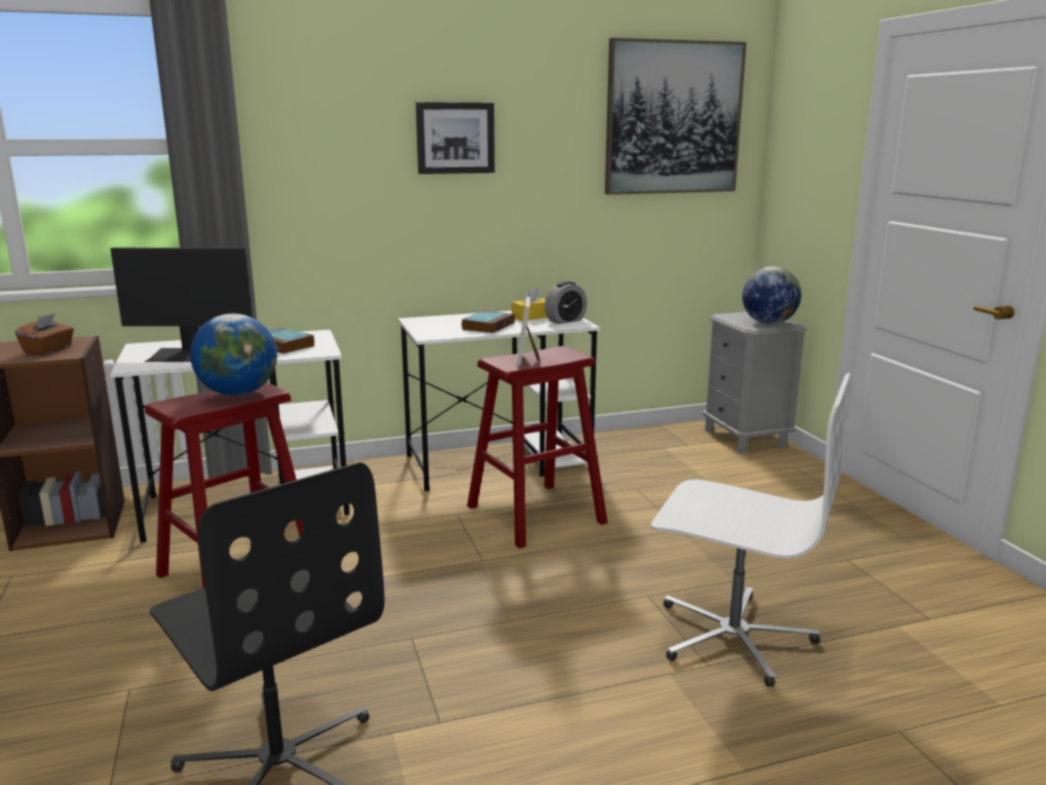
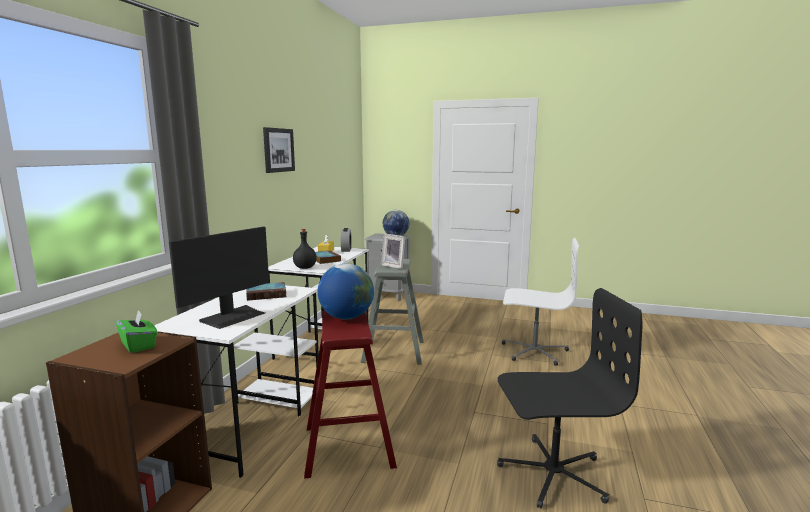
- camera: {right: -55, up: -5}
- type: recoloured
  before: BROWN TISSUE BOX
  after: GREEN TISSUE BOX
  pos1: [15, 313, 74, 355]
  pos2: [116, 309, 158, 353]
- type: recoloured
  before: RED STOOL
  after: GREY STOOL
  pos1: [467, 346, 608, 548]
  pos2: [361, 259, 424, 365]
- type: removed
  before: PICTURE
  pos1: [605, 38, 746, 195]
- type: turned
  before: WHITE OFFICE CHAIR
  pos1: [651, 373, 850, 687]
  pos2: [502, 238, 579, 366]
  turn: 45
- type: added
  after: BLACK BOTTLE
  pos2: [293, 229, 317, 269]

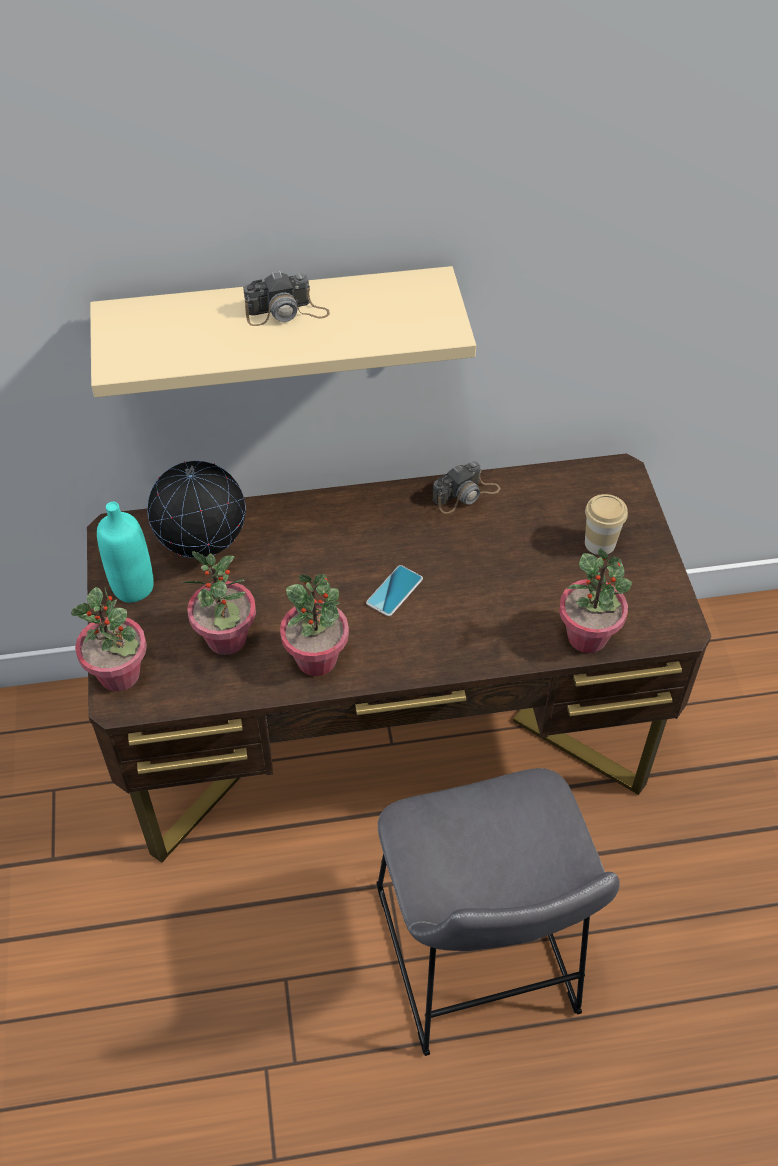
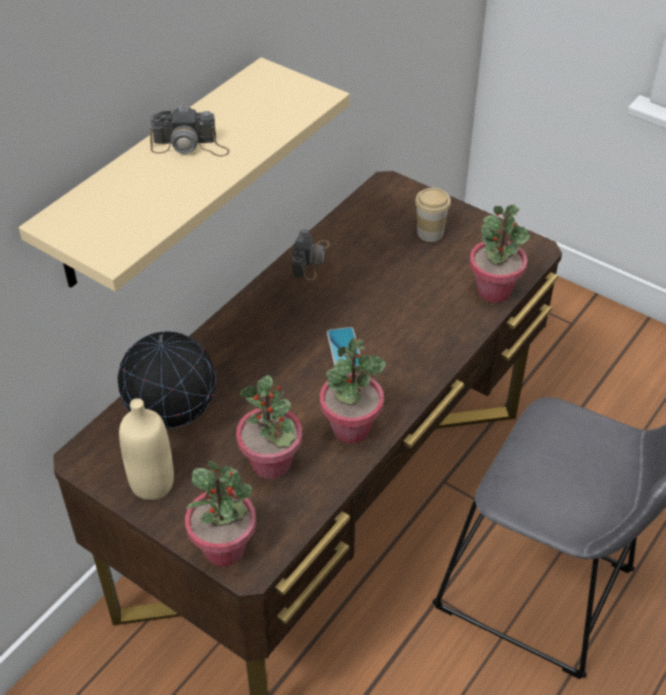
- camera: {right: -45, up: -5}
- type: recoloured
  before: TURQUOISE BOTTLE
  after: BEIGE BOTTLE
  pos1: [97, 502, 154, 603]
  pos2: [119, 399, 174, 500]
- type: turned
  before: PHOTO CAMERA
  pos1: [243, 271, 330, 326]
  pos2: [150, 105, 230, 157]
  turn: 60

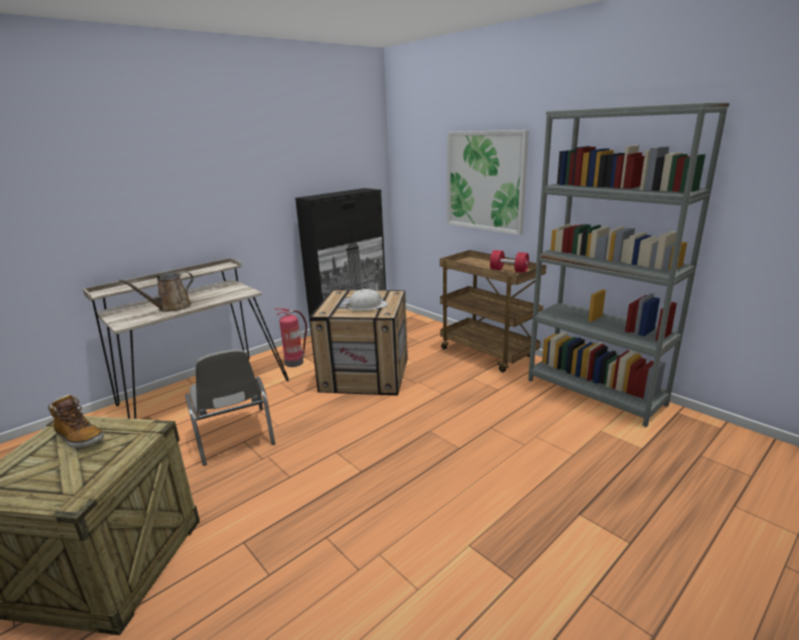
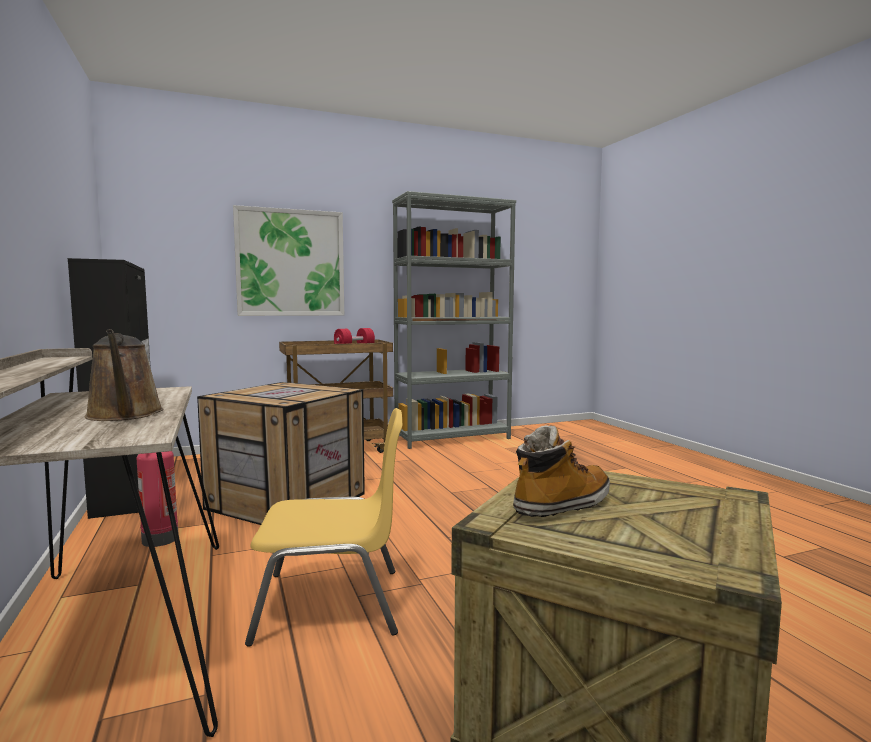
- camera: {right: -70, up: -15}
- type: recoloured
  before: GREY CHAIR
  after: YELLOW CHAIR
  pos1: [185, 349, 275, 466]
  pos2: [245, 408, 402, 646]
- type: removed
  before: WHITE HARD HAT
  pos1: [346, 289, 388, 311]

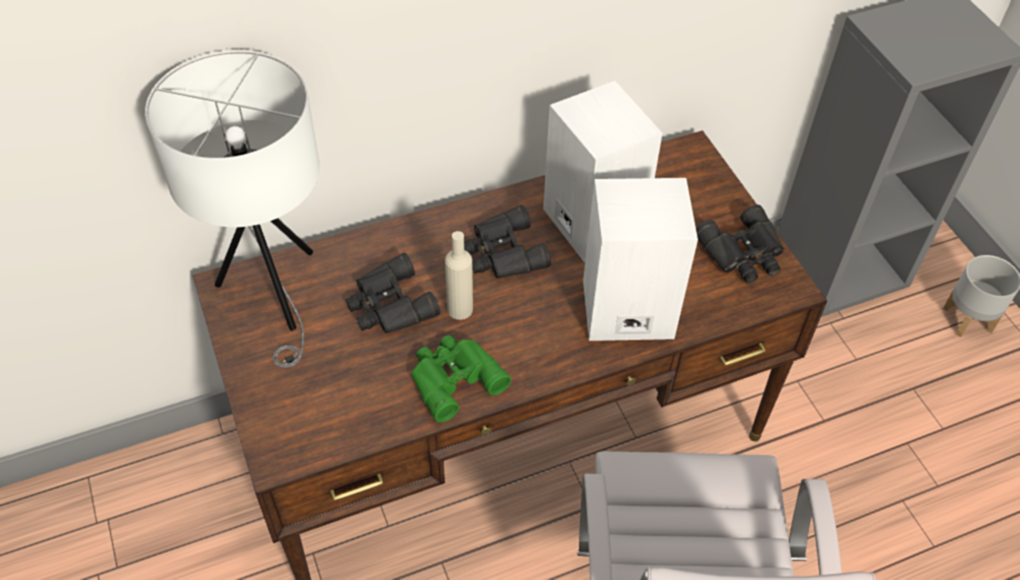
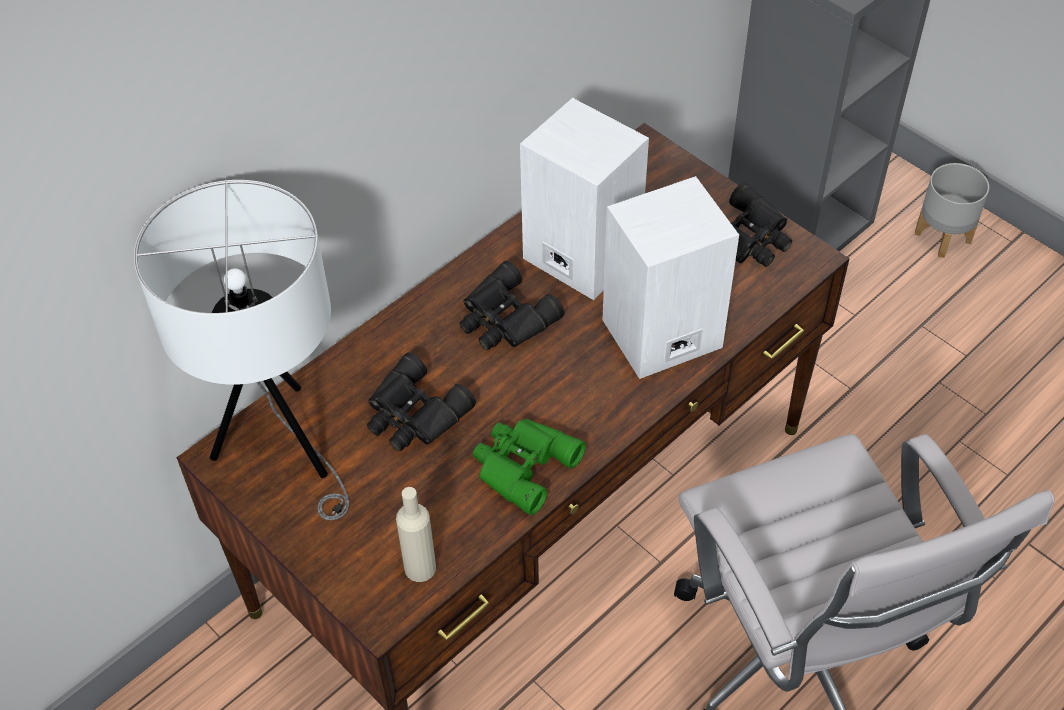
- camera: {right: -20, up: 0}
- type: moved
  before: BEIGE BOTTLE
  pos1: [445, 231, 473, 320]
  pos2: [396, 487, 436, 582]

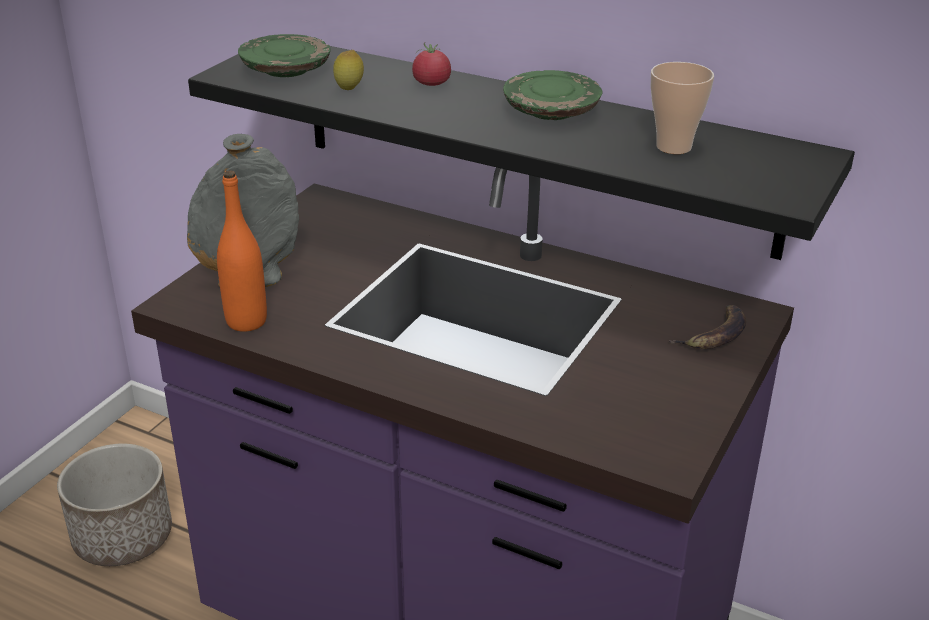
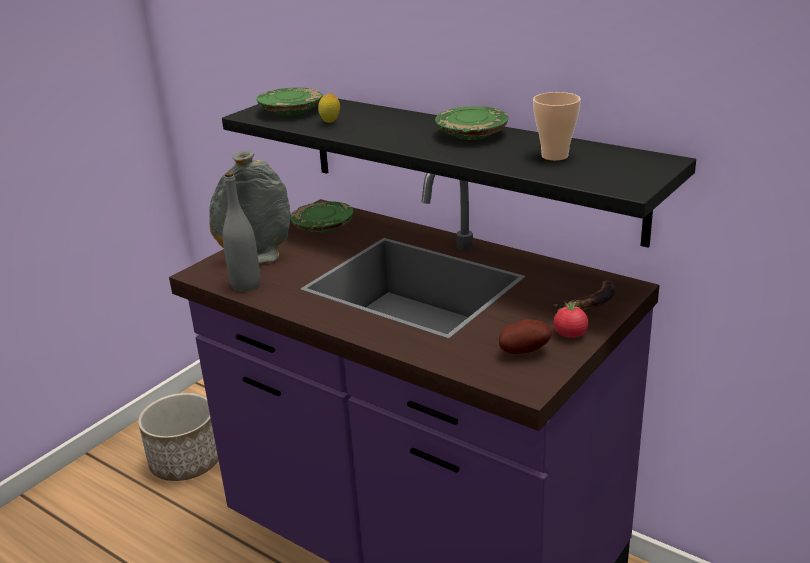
- camera: {right: 10, up: -5}
- type: recoloured
  before: ORANGE BOTTLE
  after: GREY BOTTLE
  pos1: [217, 170, 267, 332]
  pos2: [223, 172, 260, 292]
- type: moved
  before: TOMATO
  pos1: [412, 42, 451, 86]
  pos2: [554, 301, 588, 338]
- type: added
  after: GREEN PLATE
  pos2: [290, 201, 354, 233]
- type: added
  after: POTATO
  pos2: [499, 319, 552, 354]

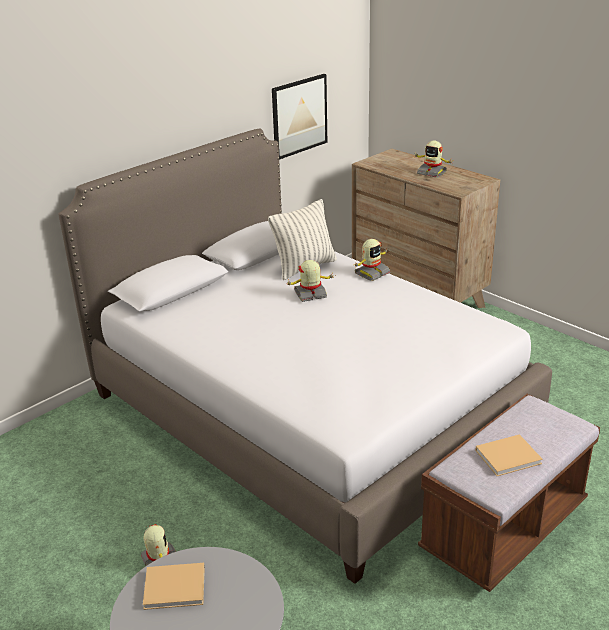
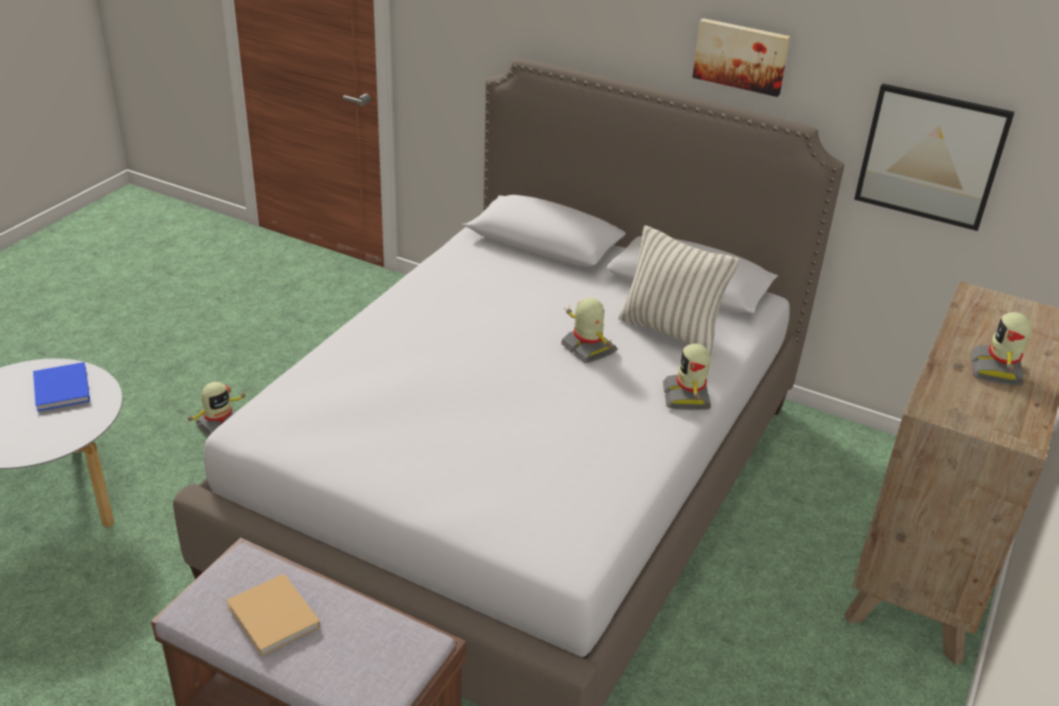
- camera: {right: 70, up: 5}
- type: recoloured
  before: BEIGE BOOK
  after: BLUE BOOK
  pos1: [143, 563, 205, 610]
  pos2: [33, 362, 90, 411]
- type: turned
  before: TOY ROBOT
  pos1: [354, 239, 391, 281]
  pos2: [663, 344, 711, 410]
  turn: 60
- type: added
  after: PICTURE
  pos2: [692, 18, 790, 97]

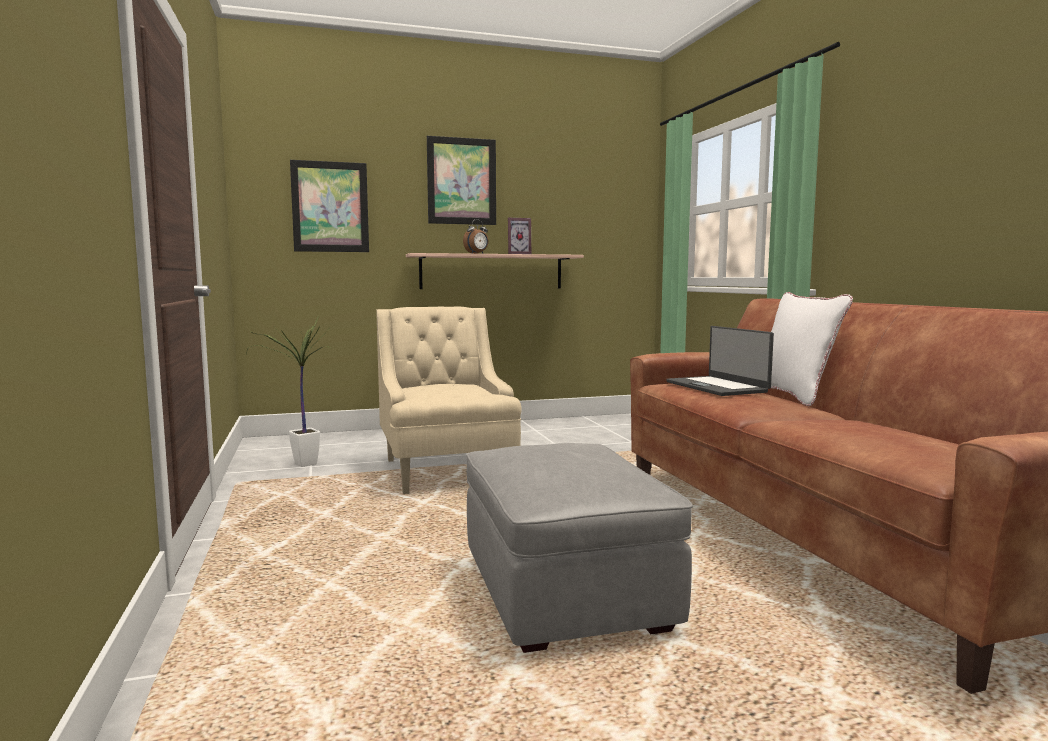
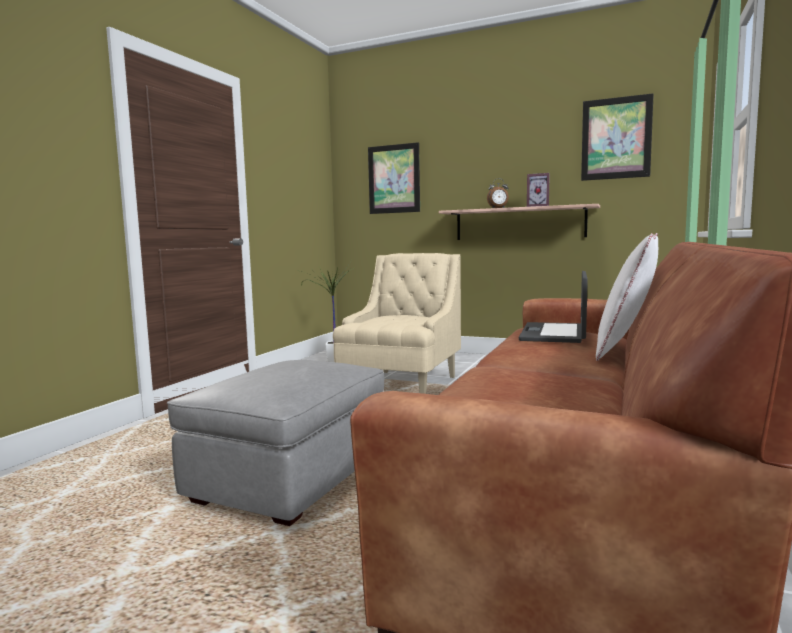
- camera: {right: 40, up: 0}
- type: moved
  before: PICTURE
  pos1: [427, 136, 496, 225]
  pos2: [581, 93, 654, 181]

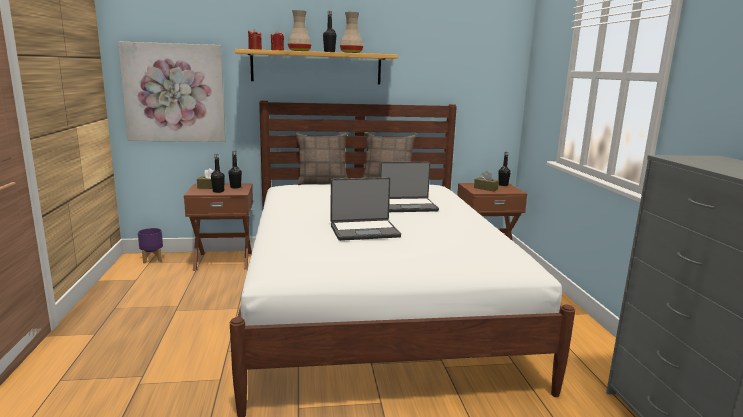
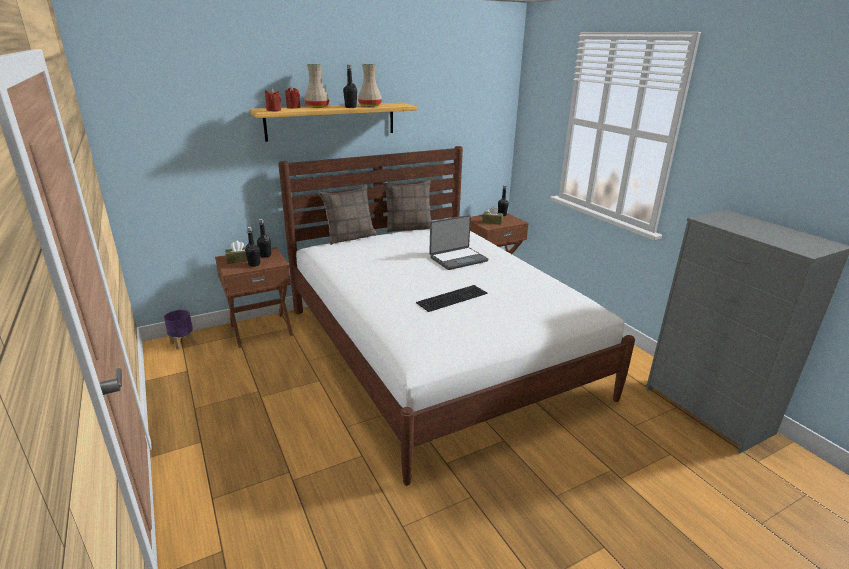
- camera: {right: -20, up: 10}
- type: removed
  before: PICTURE
  pos1: [118, 41, 226, 142]
- type: replaced
  before: LAPTOP
  after: KEYBOARD
  pos1: [330, 177, 401, 241]
  pos2: [416, 285, 488, 312]

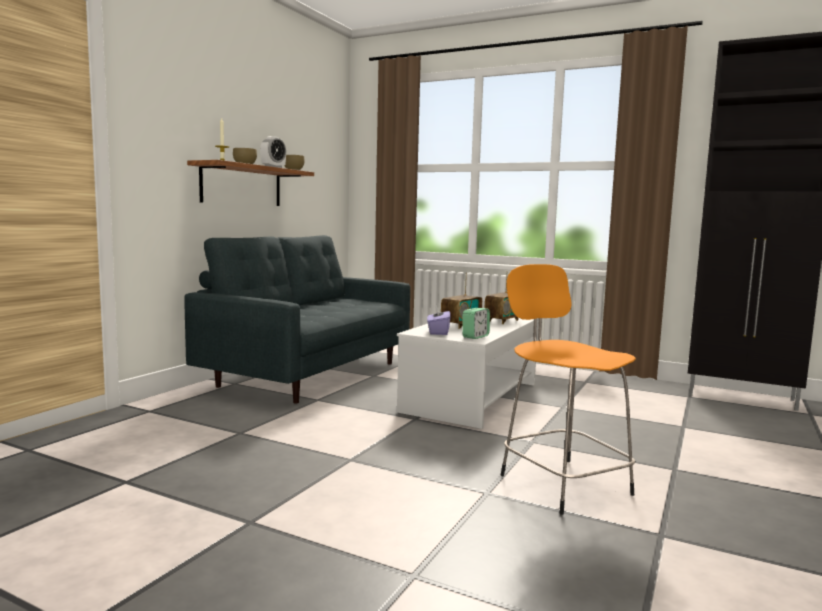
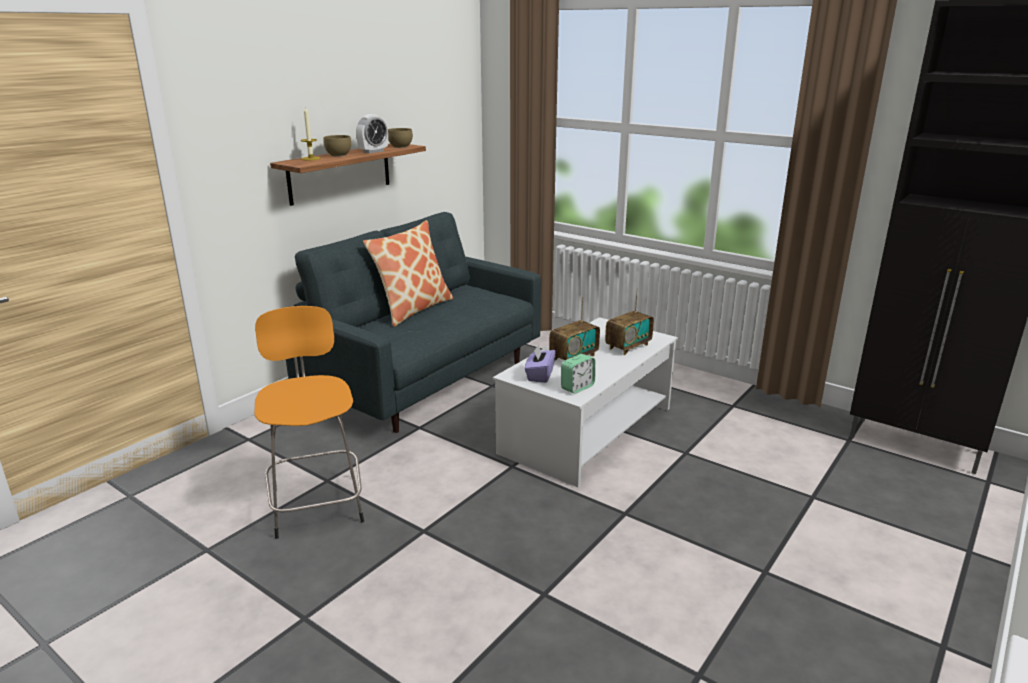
- camera: {right: 10, up: 15}
- type: moved
  before: ORANGE STOOL
  pos1: [501, 264, 636, 515]
  pos2: [254, 306, 364, 539]
- type: added
  after: PILLOW
  pos2: [363, 220, 453, 327]

